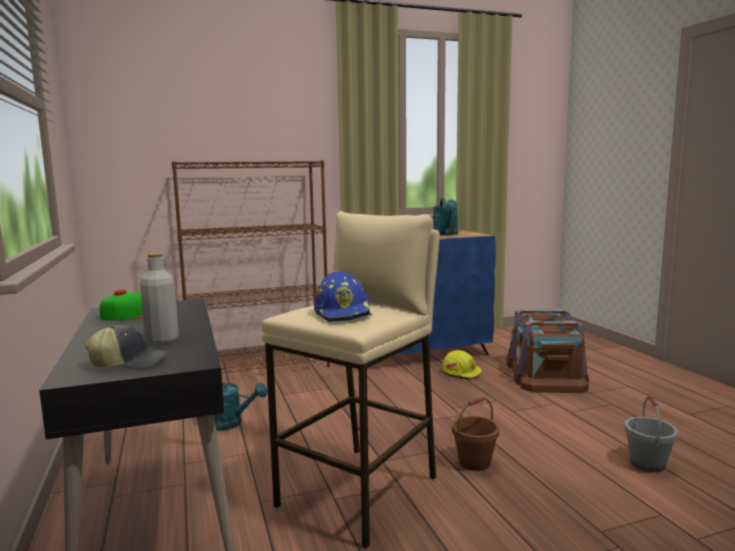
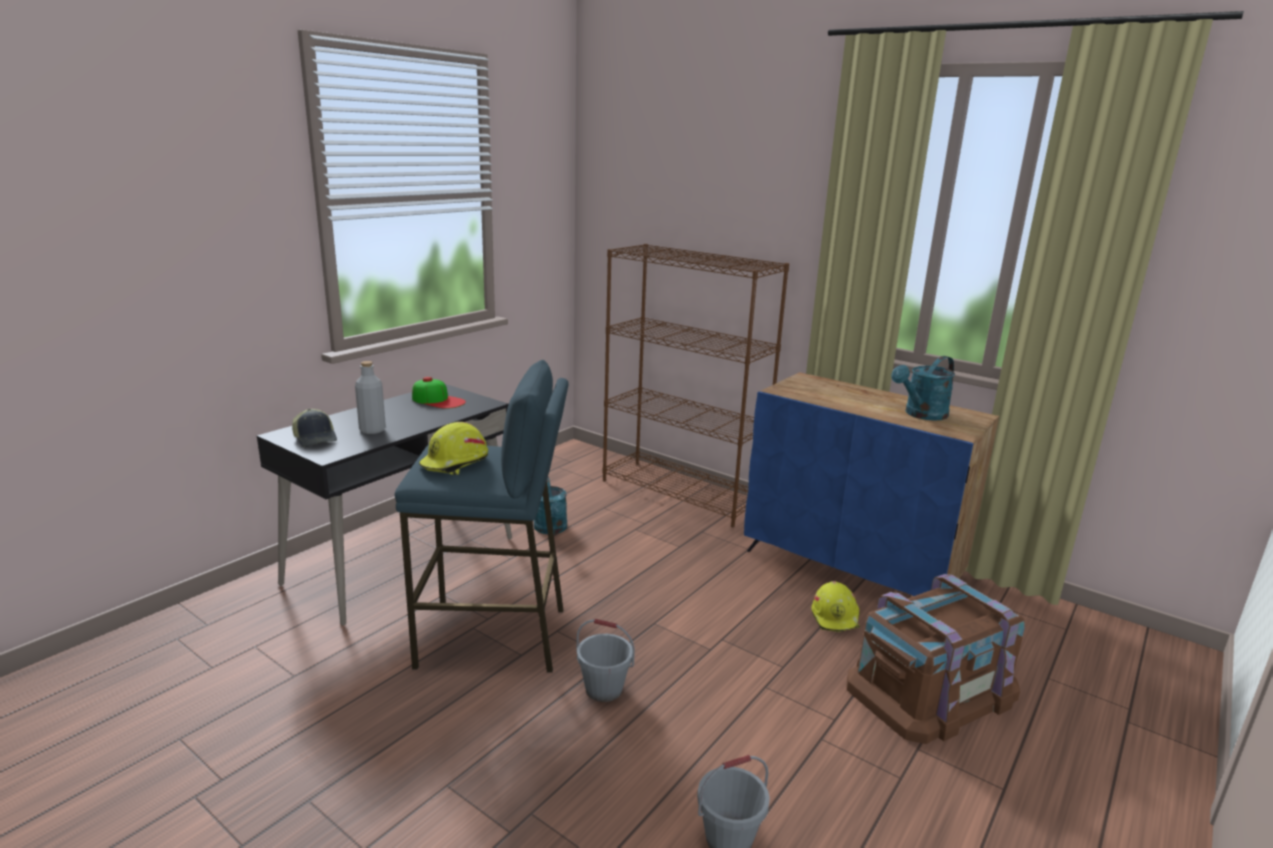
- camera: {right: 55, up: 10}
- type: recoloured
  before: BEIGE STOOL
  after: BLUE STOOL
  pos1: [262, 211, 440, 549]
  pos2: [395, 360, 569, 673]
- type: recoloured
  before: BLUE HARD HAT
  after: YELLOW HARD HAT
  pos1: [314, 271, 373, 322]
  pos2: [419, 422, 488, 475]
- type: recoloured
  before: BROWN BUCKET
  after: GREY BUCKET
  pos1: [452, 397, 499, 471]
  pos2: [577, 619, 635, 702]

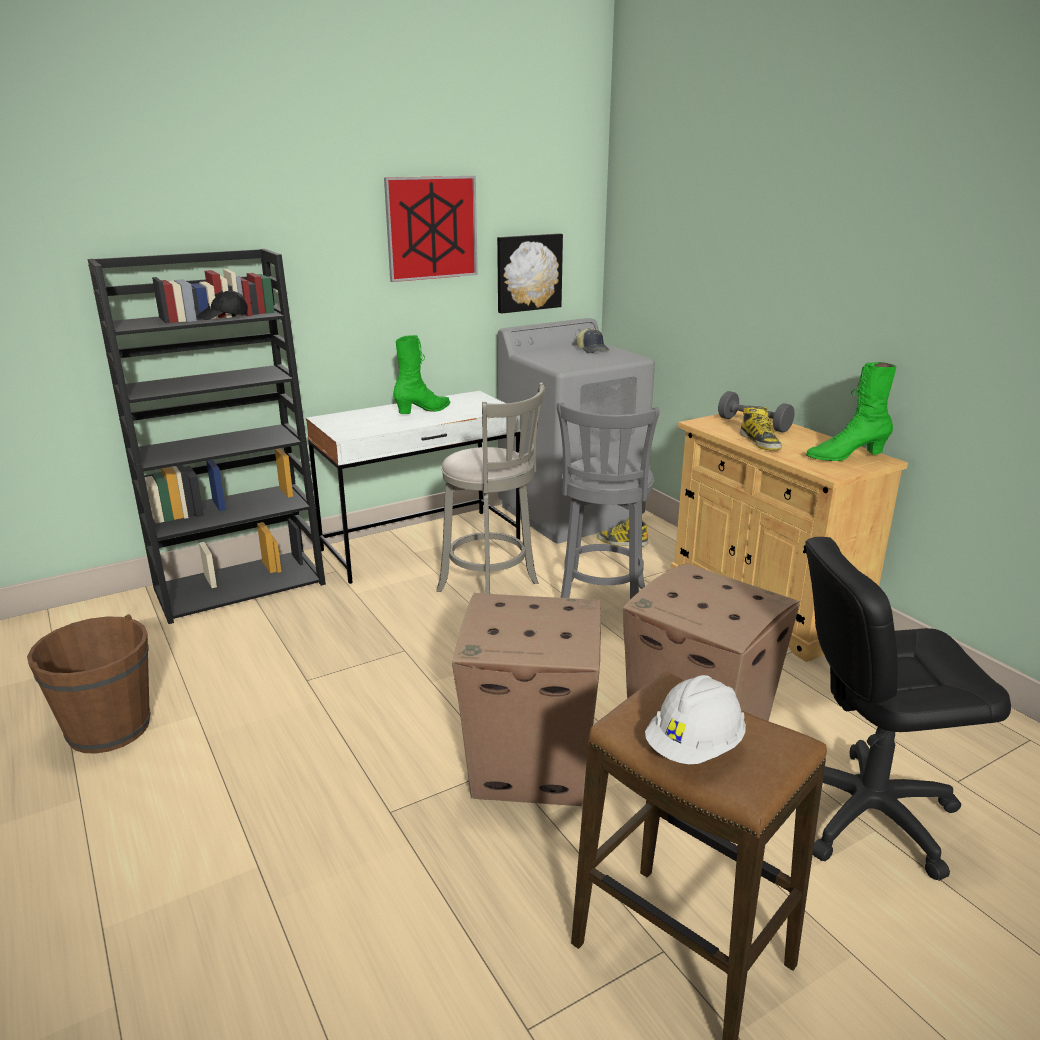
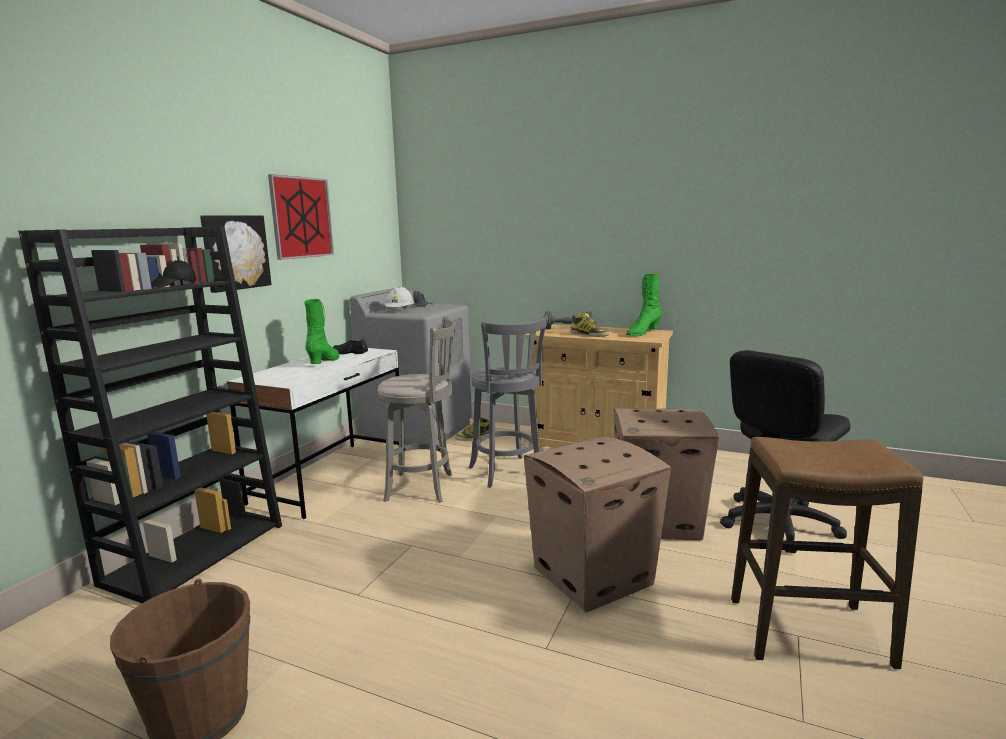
- camera: {right: -35, up: -10}
- type: moved
  before: PICTURE
  pos1: [497, 233, 563, 314]
  pos2: [200, 215, 272, 293]
- type: moved
  before: WHITE HARD HAT
  pos1: [645, 675, 746, 764]
  pos2: [385, 287, 414, 309]
- type: added
  after: BLACK SHOE
  pos2: [333, 339, 368, 354]

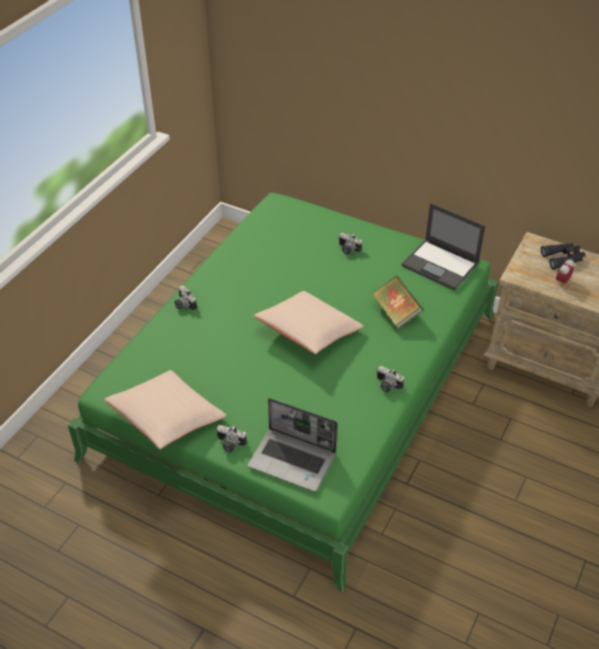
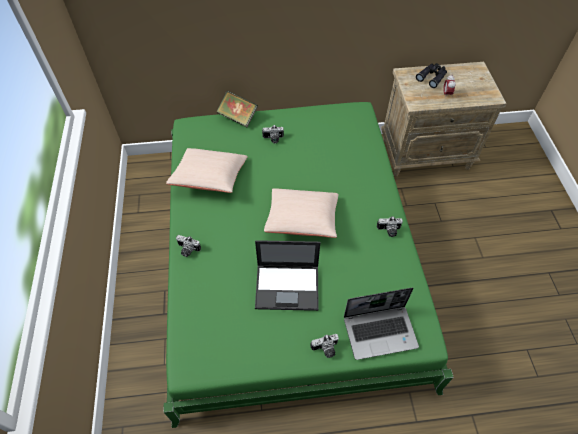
- camera: {right: -35, up: 10}
- type: moved
  before: BEIGE PILLOW
  pos1: [104, 370, 227, 449]
  pos2: [166, 148, 248, 193]
- type: moved
  before: BOOK
  pos1: [372, 276, 424, 329]
  pos2: [216, 91, 258, 127]
- type: moved
  before: LAPTOP
  pos1: [402, 203, 485, 291]
  pos2: [255, 240, 321, 311]

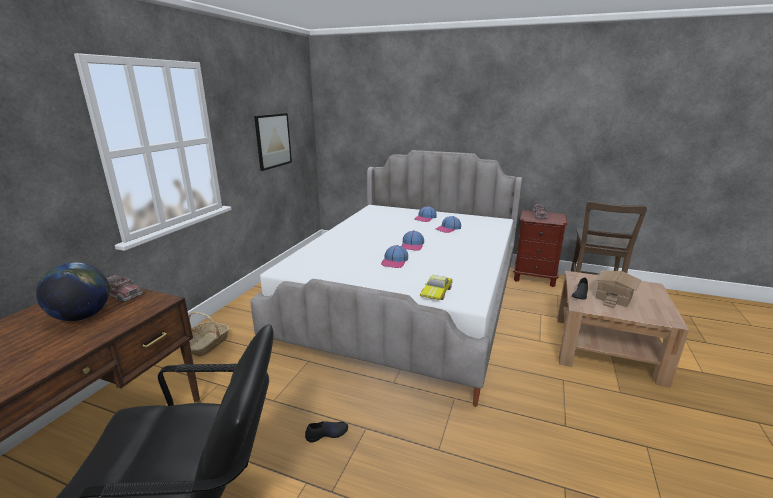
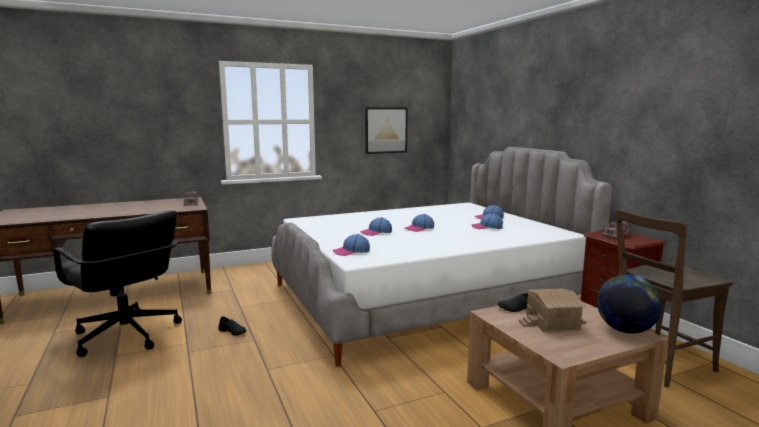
- camera: {right: 45, up: -10}
- type: moved
  before: GLOBE
  pos1: [36, 262, 110, 321]
  pos2: [597, 275, 662, 334]
- type: removed
  before: BASKET
  pos1: [189, 311, 230, 356]
- type: replaced
  before: TOY CAR
  after: CAP
  pos1: [420, 275, 452, 300]
  pos2: [332, 234, 370, 256]

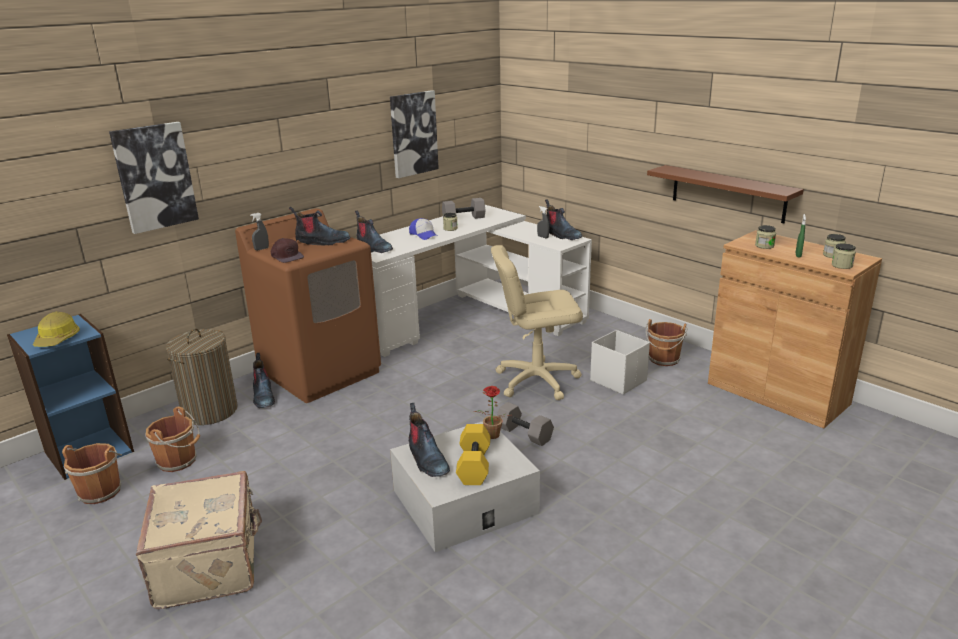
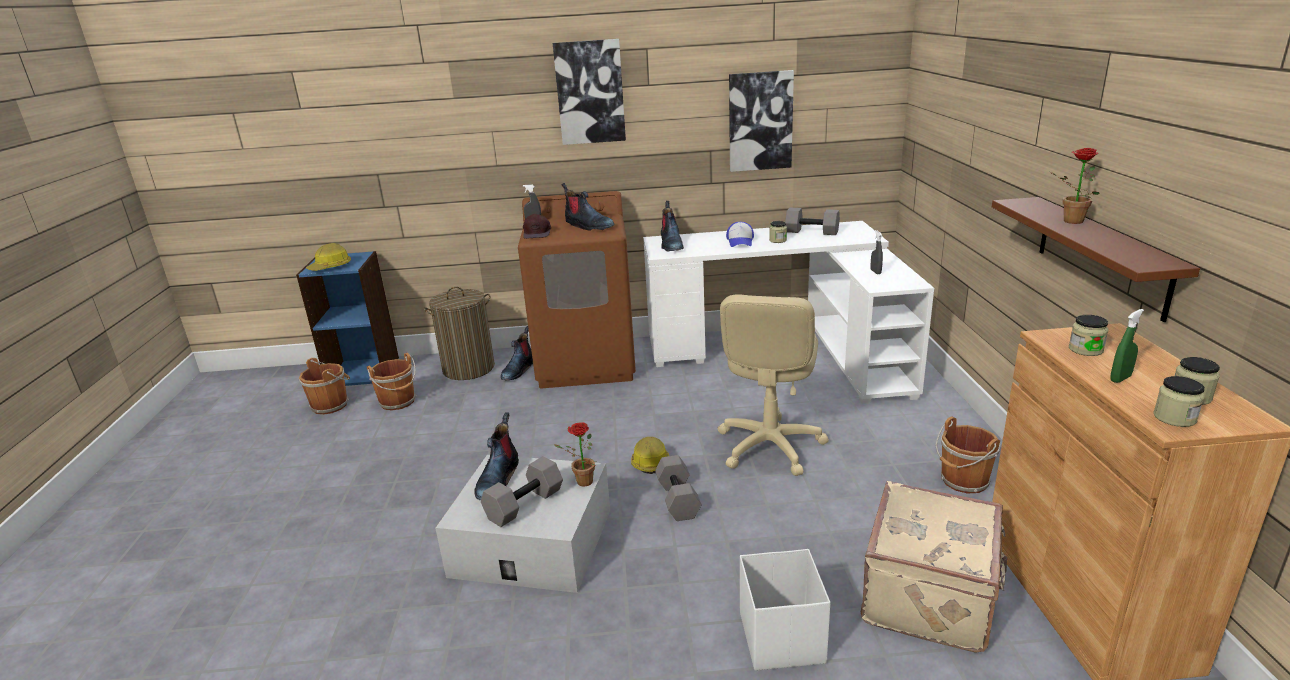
- camera: {right: 40, up: 0}
- type: moved
  before: PICTURE
  pos1: [109, 122, 199, 234]
  pos2: [553, 39, 626, 145]
- type: moved
  before: BEIGE SUITCASE
  pos1: [136, 471, 262, 609]
  pos2: [861, 481, 1007, 653]
- type: recoloured
  before: YELLOW DUMBBELL
  after: GREY DUMBBELL
  pos1: [456, 424, 491, 485]
  pos2: [481, 456, 563, 527]
- type: turned
  before: BEIGE OFFICE CHAIR
  pos1: [491, 245, 583, 400]
  pos2: [718, 294, 829, 476]
  turn: -105
- type: removed
  before: BOOT
  pos1: [545, 199, 582, 240]
- type: moved
  before: WHITE STORAGE BOX
  pos1: [590, 330, 650, 395]
  pos2: [740, 549, 830, 671]
- type: added
  after: HARD HAT
  pos2: [631, 437, 669, 474]
- type: added
  after: POTTED PLANT
  pos2: [1050, 148, 1100, 224]

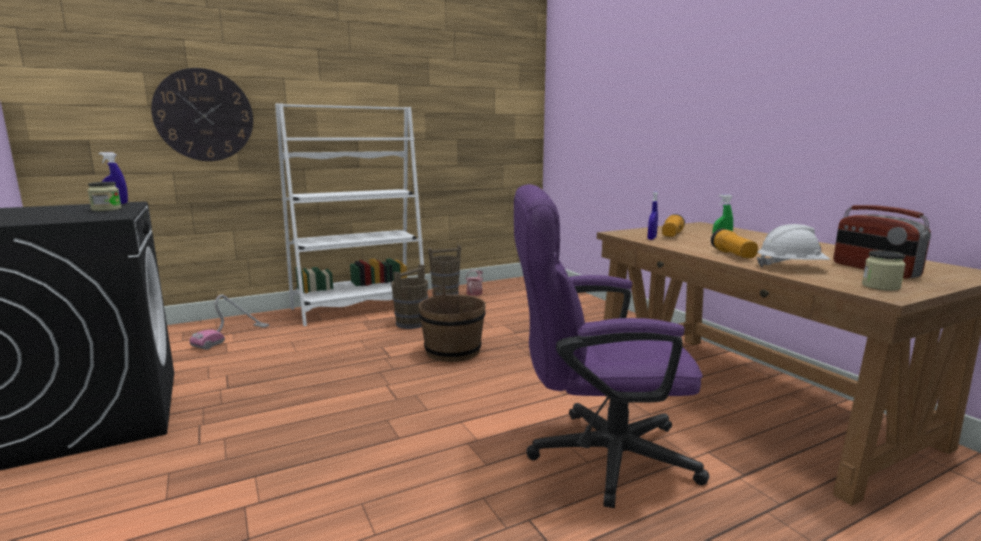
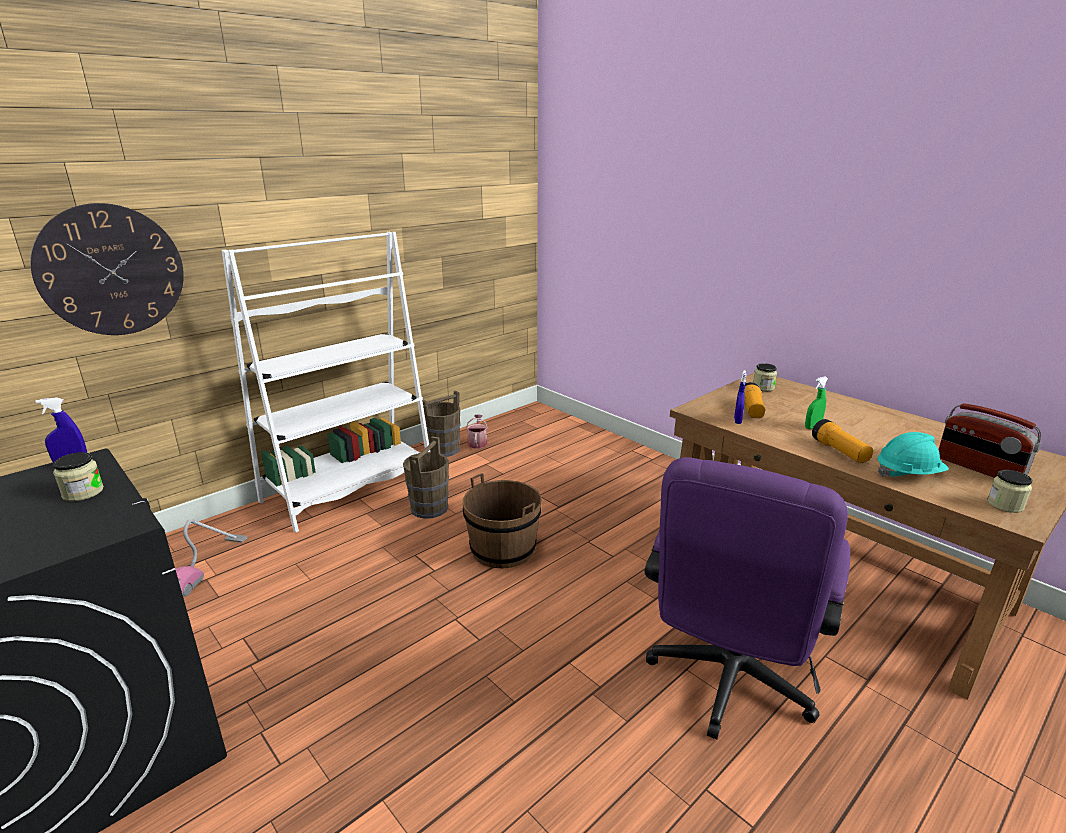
- camera: {right: -15, up: 10}
- type: turned
  before: PURPLE OFFICE CHAIR
  pos1: [514, 184, 710, 508]
  pos2: [645, 457, 850, 739]
  turn: -45
- type: recoloured
  before: WHITE HARD HAT
  after: TURQUOISE HARD HAT
  pos1: [757, 224, 830, 267]
  pos2: [877, 432, 949, 477]
- type: added
  after: JAR
  pos2: [753, 363, 777, 391]

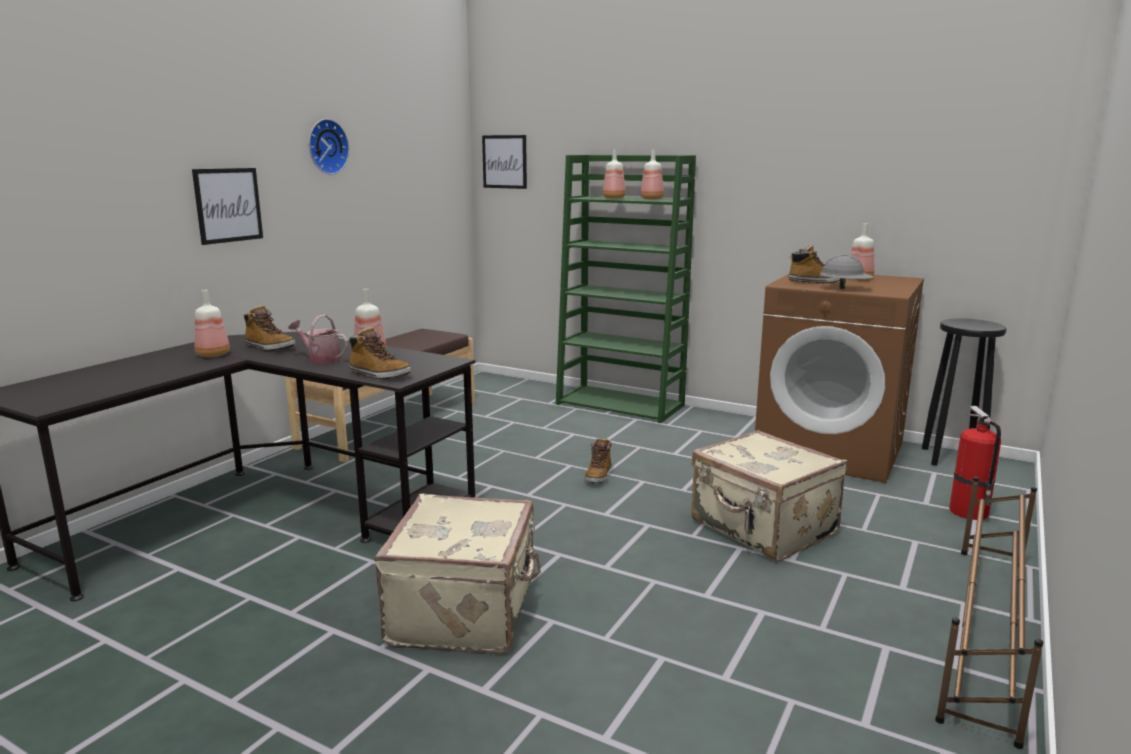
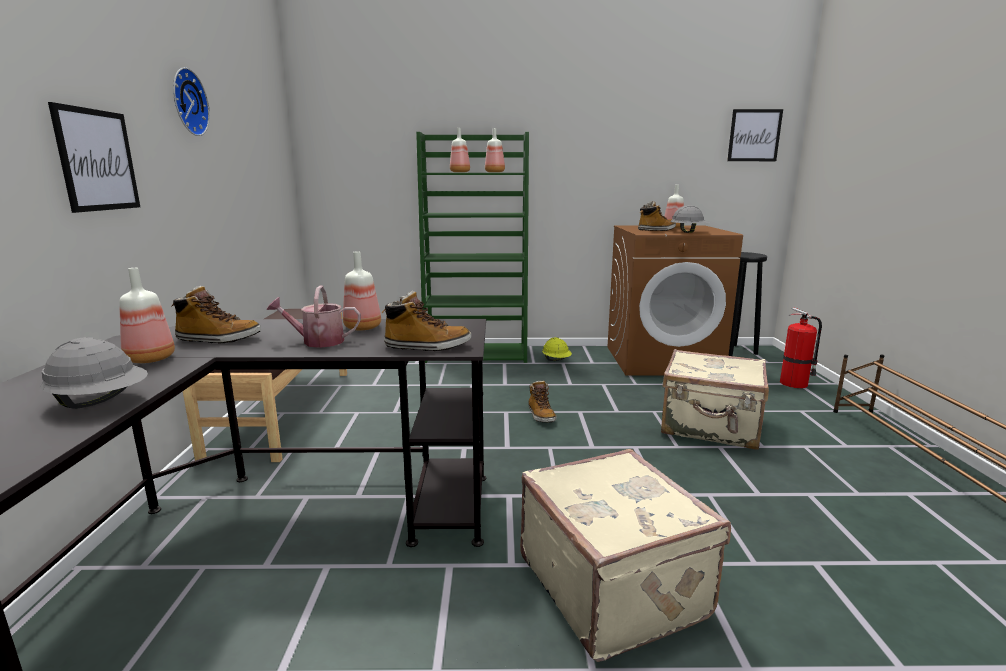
- camera: {right: -30, up: 0}
- type: moved
  before: PICTURE
  pos1: [482, 135, 527, 189]
  pos2: [727, 109, 783, 161]
- type: added
  after: GREY HARD HAT
  pos2: [40, 337, 148, 409]
- type: added
  after: YELLOW HARD HAT
  pos2: [542, 337, 572, 361]

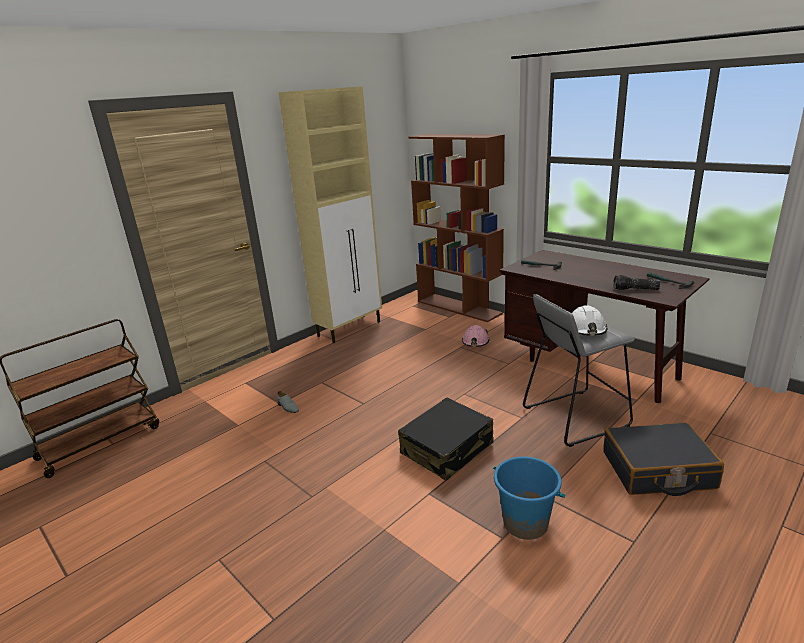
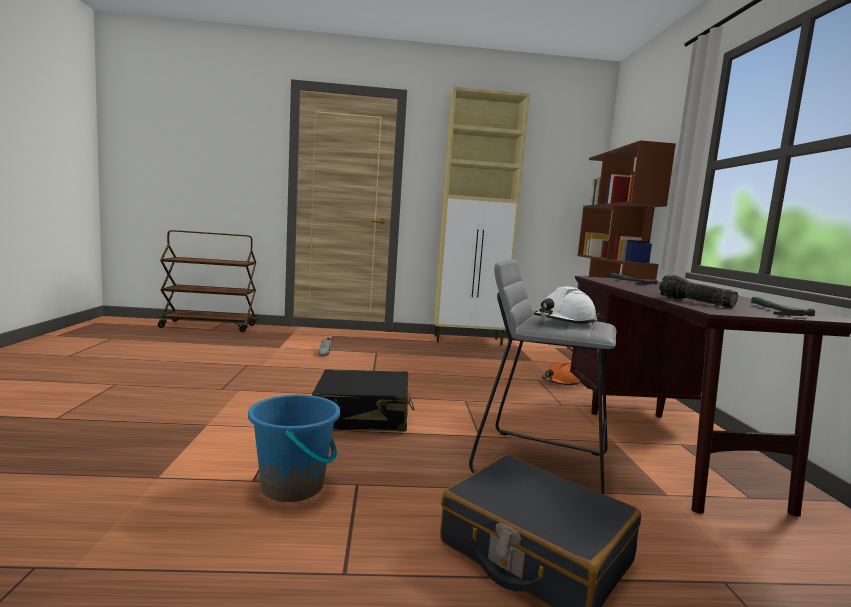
- camera: {right: 40, up: -15}
- type: recoloured
  before: PINK HARD HAT
  after: ORANGE HARD HAT
  pos1: [462, 325, 489, 347]
  pos2: [542, 361, 581, 386]

